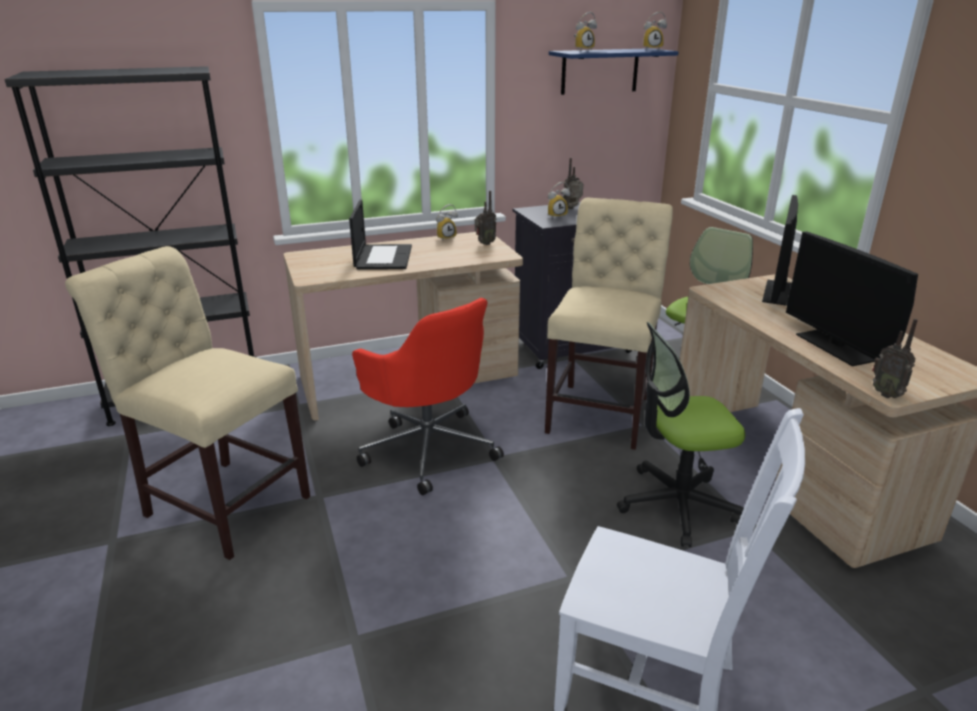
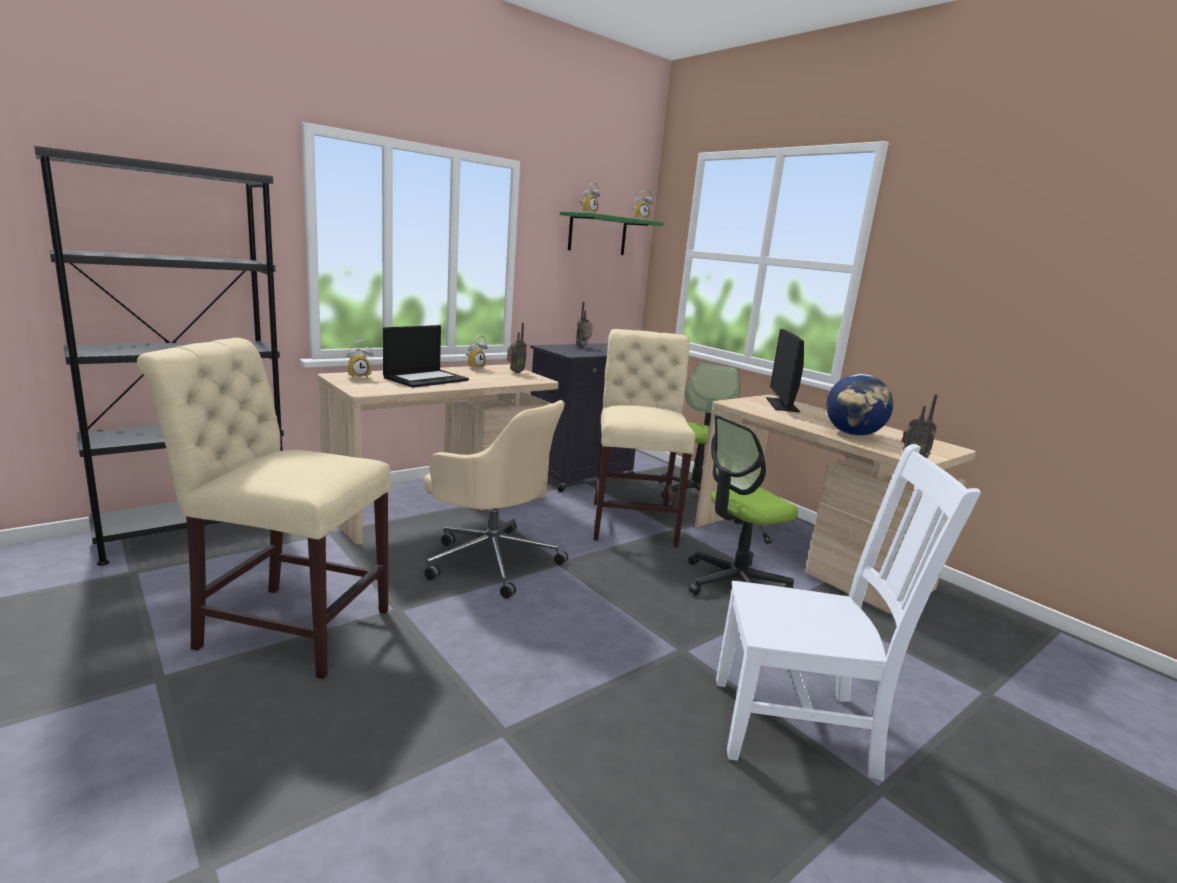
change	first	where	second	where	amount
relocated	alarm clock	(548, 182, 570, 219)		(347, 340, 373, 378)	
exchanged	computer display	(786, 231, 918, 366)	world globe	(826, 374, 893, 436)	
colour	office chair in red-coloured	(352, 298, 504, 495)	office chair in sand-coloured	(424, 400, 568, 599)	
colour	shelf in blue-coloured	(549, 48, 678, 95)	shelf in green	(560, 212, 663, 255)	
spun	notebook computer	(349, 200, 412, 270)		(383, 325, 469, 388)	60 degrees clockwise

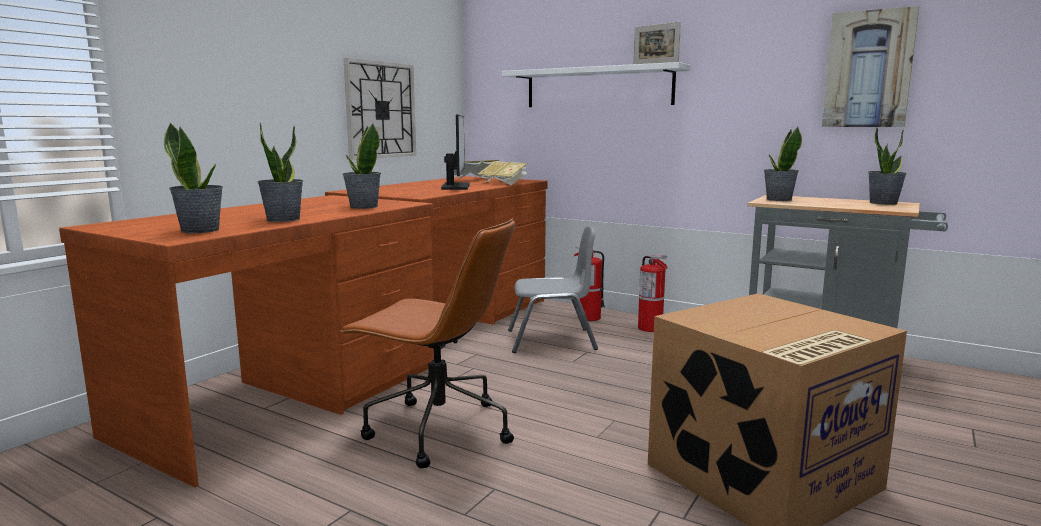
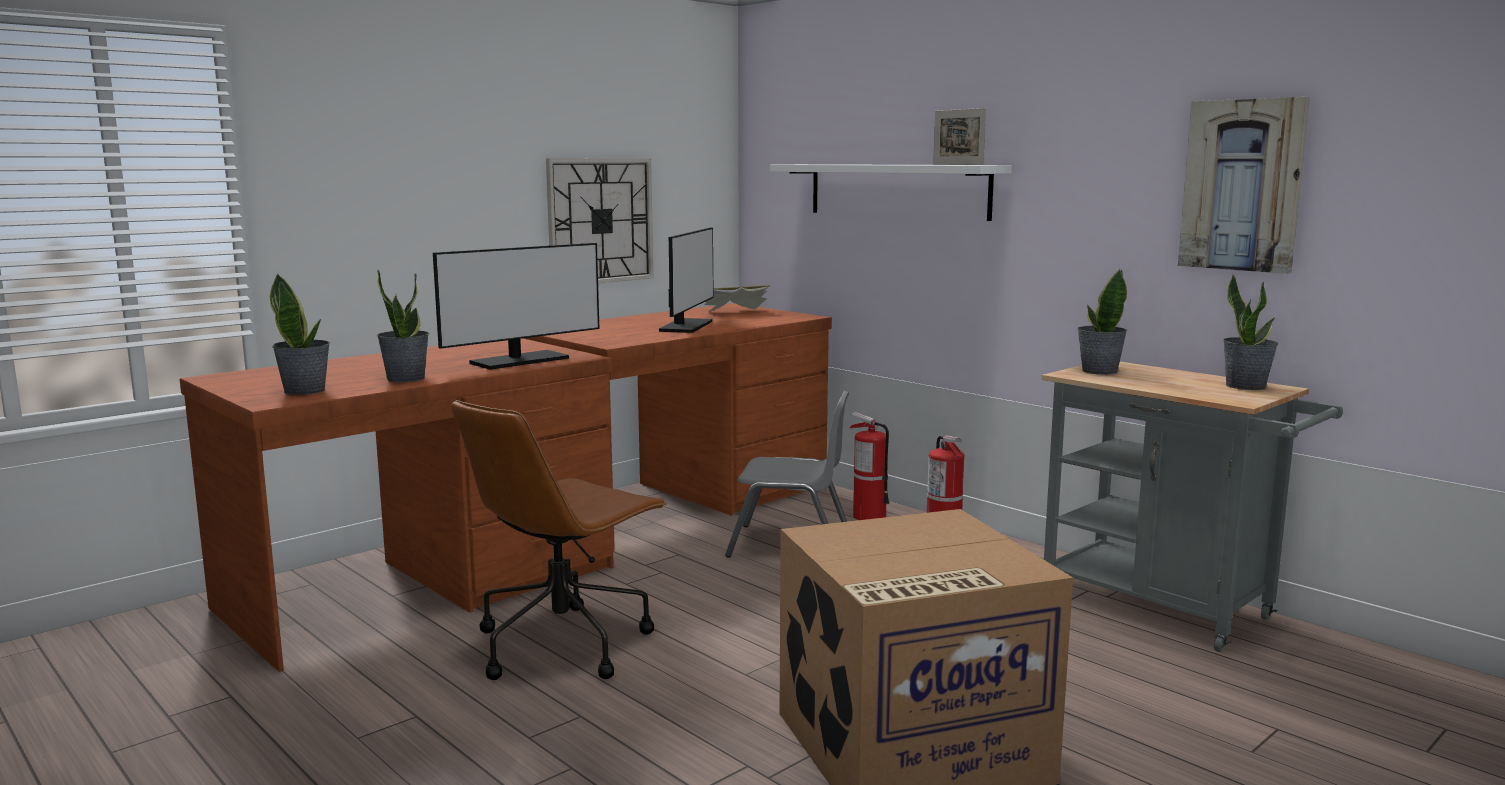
change	first	where	second	where	amount
missing	bound book	(477, 161, 528, 185)			
exchanged	potted plant	(343, 123, 381, 209)	computer display	(433, 243, 600, 370)	
spun	office chair in brownish	(340, 218, 515, 468)		(451, 399, 667, 680)	90 degrees clockwise

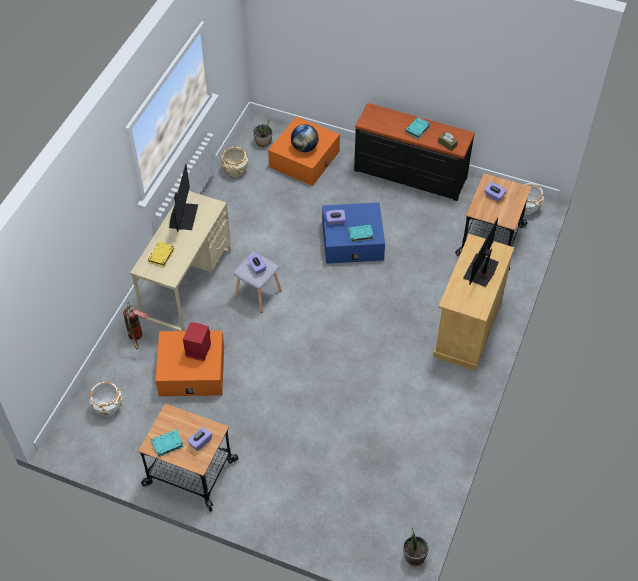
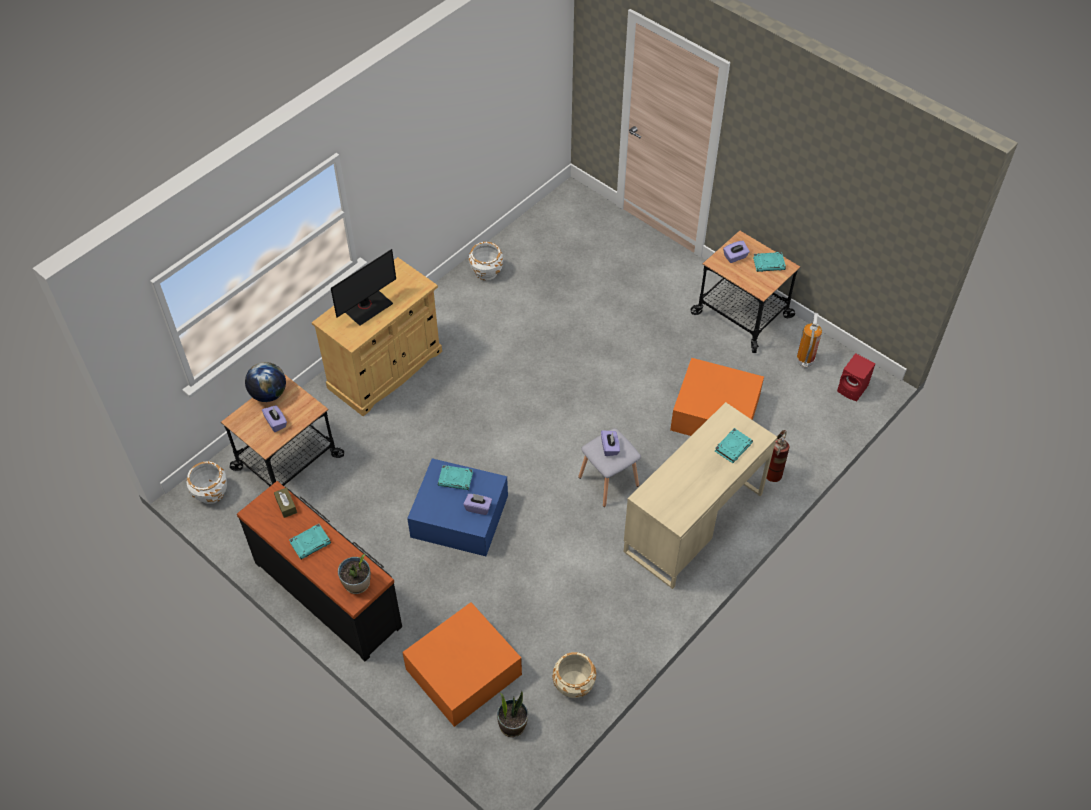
change	first	where	second	where	amount
missing	computer display	(169, 164, 198, 232)			
appeared			fire extinguisher	(796, 313, 822, 369)	
relocated	plant pot in white	(89, 382, 122, 417)		(469, 242, 503, 280)	
relocated	audio speaker in red-coloured	(183, 322, 211, 361)		(837, 353, 876, 401)	
relocated	world globe	(291, 124, 319, 152)		(245, 362, 286, 402)	
relocated	potted plant	(403, 528, 429, 566)		(338, 554, 371, 594)	
colour	bound book in yellowish	(148, 242, 174, 267)	bound book in turquoise-coloured	(715, 428, 753, 463)	

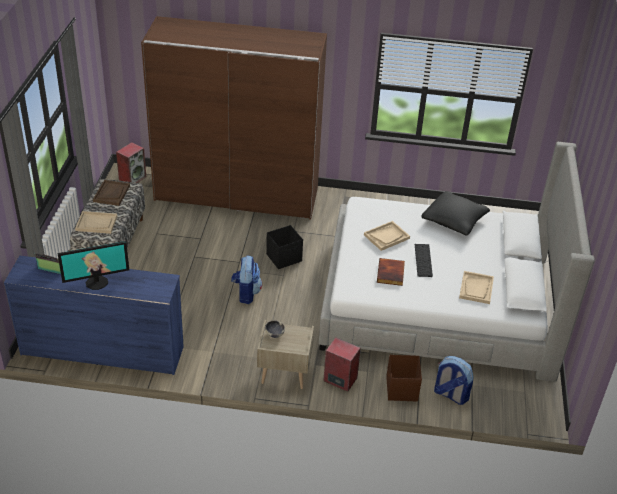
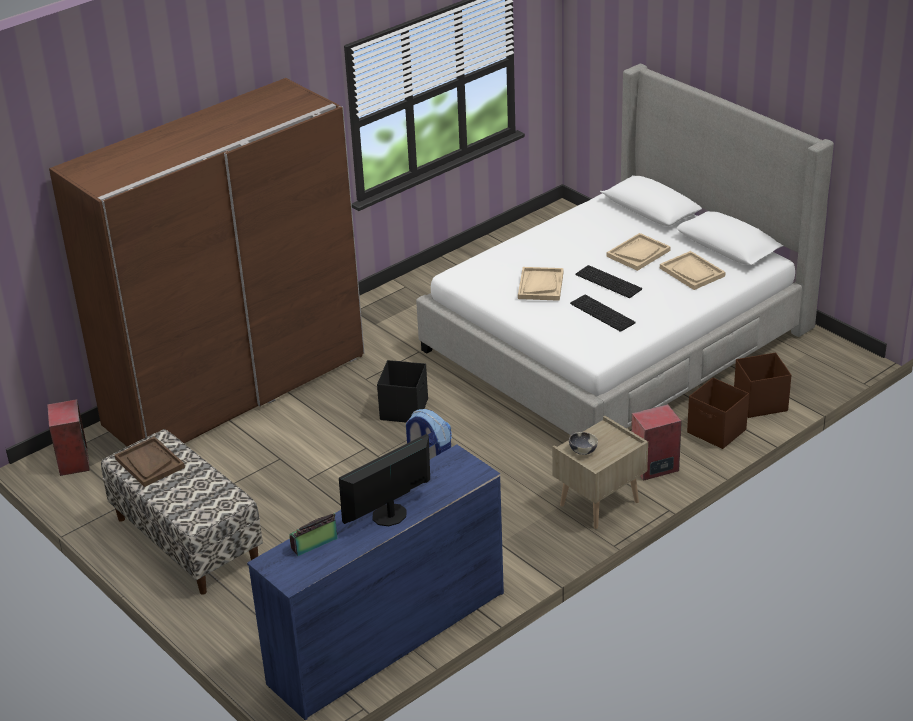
change	first	where	second	where	amount
missing	cushion in blackish	(421, 191, 490, 236)			
relocated	serving tray in sand-coloured	(75, 211, 117, 234)		(607, 233, 671, 271)	
exchanged	bound book	(377, 258, 405, 286)	PC keyboard	(570, 295, 635, 332)	
exchanged	knapsack	(434, 356, 474, 405)	storage box in brownish	(734, 352, 791, 418)	
spun	computer display	(57, 241, 129, 290)		(339, 434, 430, 526)	150 degrees counterclockwise

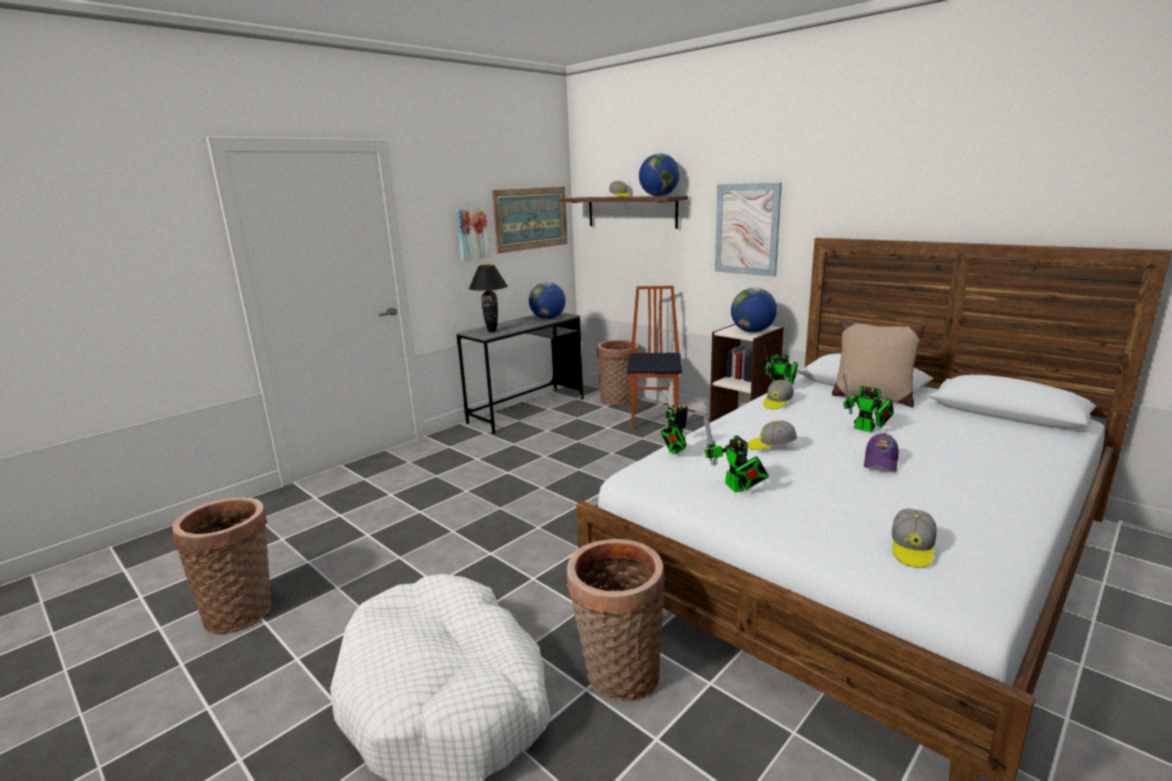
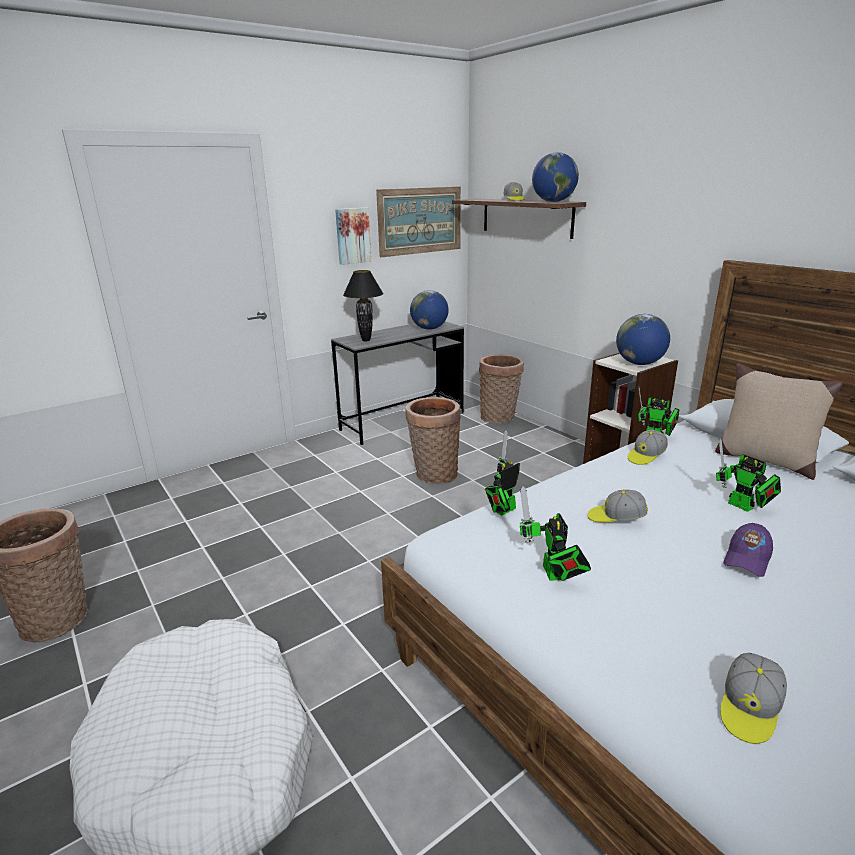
change	first	where	second	where	amount
missing	upright chair	(627, 286, 682, 429)			
missing	picture	(715, 183, 782, 276)			
relocated	household basket	(566, 539, 665, 701)		(405, 397, 461, 484)	

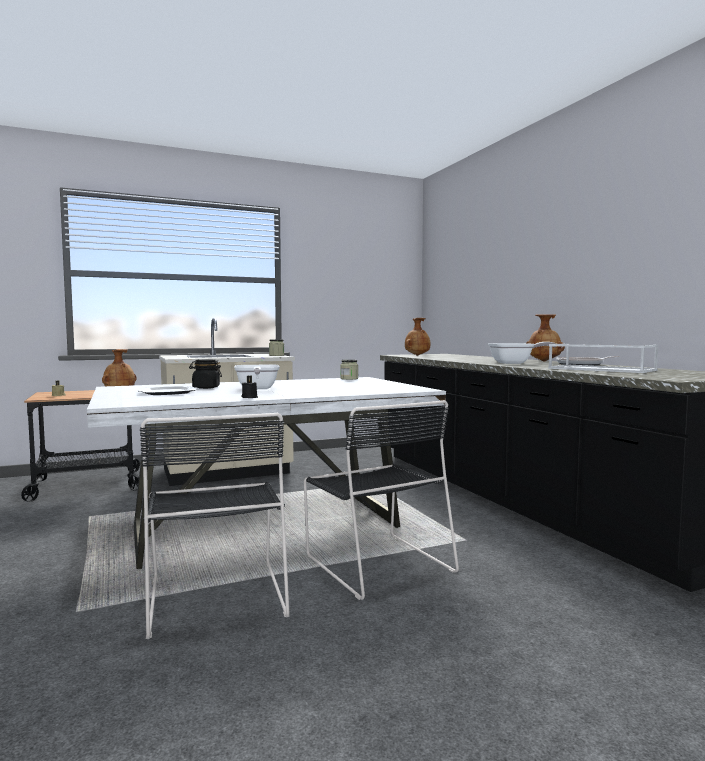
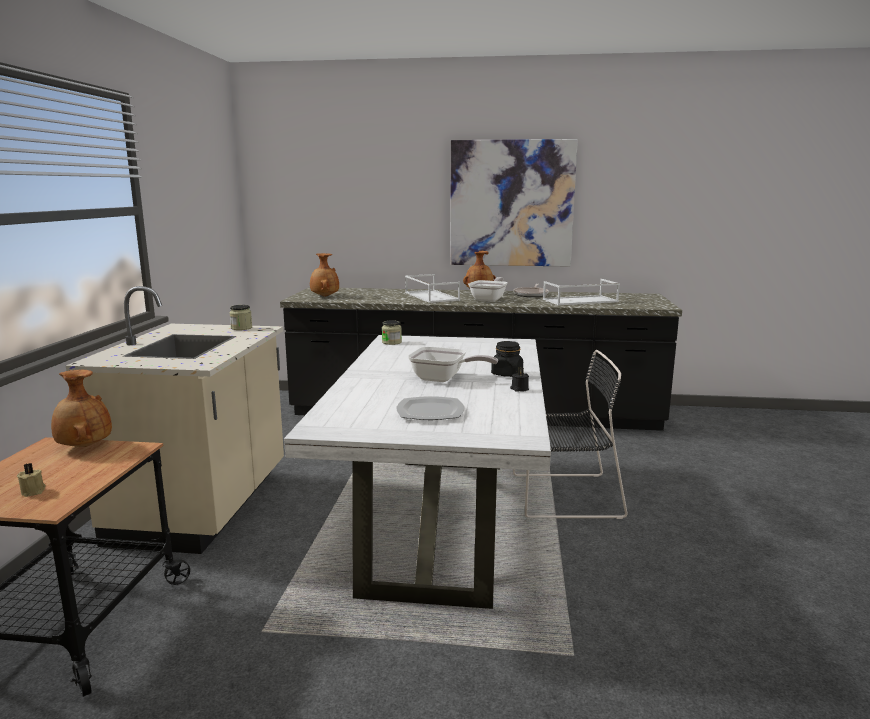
change	first	where	second	where	amount
missing	upright chair in blackish	(140, 413, 289, 639)			
appeared			serving tray in white	(405, 274, 460, 303)	
appeared			picture	(450, 139, 578, 266)	
relocated	jar in blackish	(189, 359, 222, 389)		(491, 341, 523, 377)	

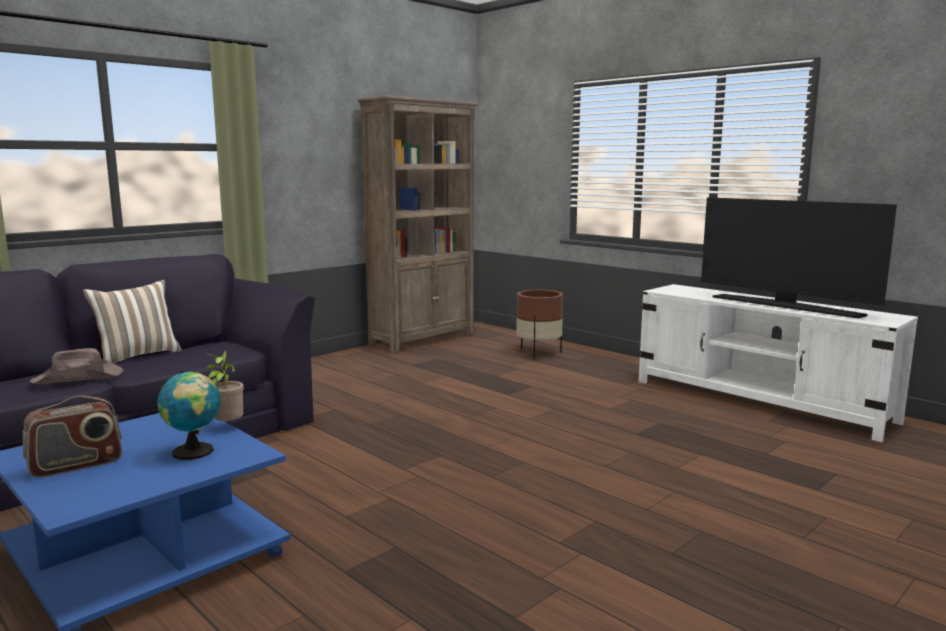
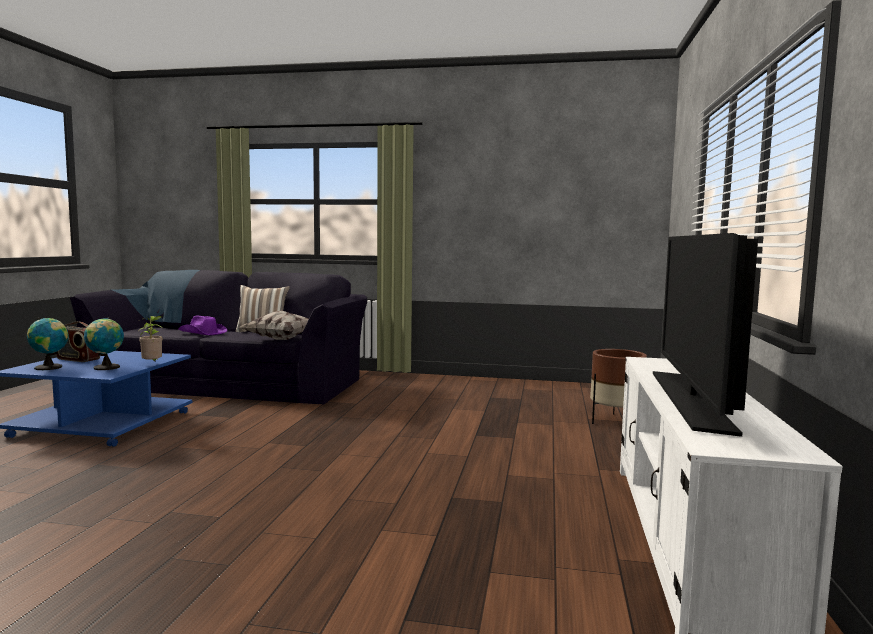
change	first	where	second	where	amount
missing	shelving unit in brownish	(358, 95, 478, 354)			
appeared			world globe	(27, 318, 69, 370)	
appeared			cushion	(239, 311, 309, 340)	
colour	hat in brownish	(30, 348, 123, 384)	hat in purple	(178, 316, 227, 335)	

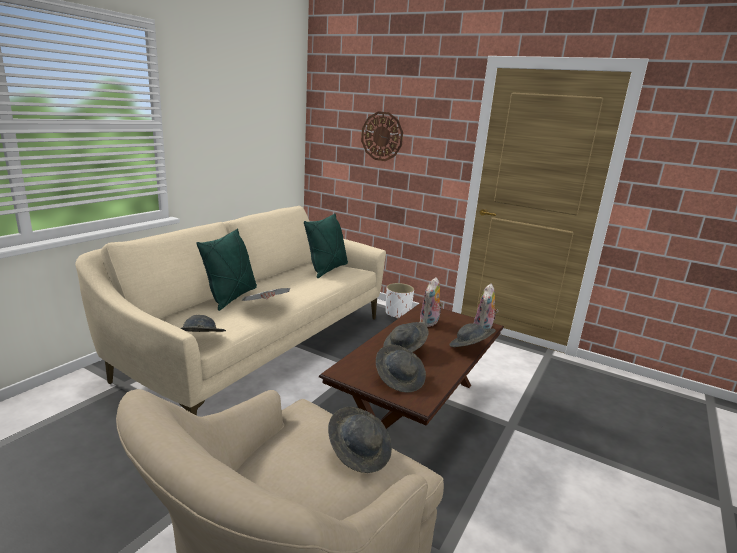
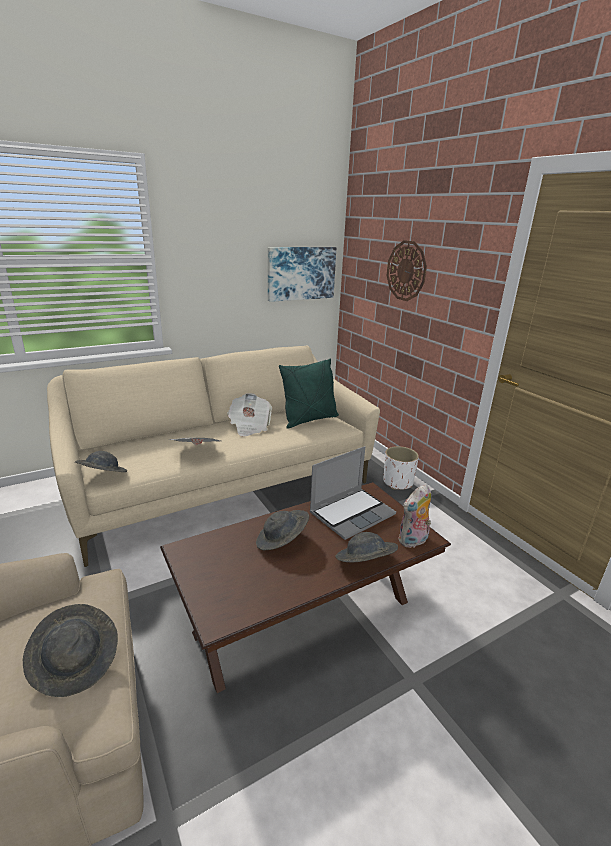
change	first	where	second	where	amount
missing	cushion in green	(196, 229, 257, 311)			
missing	hat in grey	(376, 345, 426, 392)			
appeared			daily paper	(227, 393, 272, 436)	
appeared			picture	(268, 247, 336, 302)	
exchanged	soft toy	(420, 277, 443, 327)	notebook computer	(309, 446, 396, 540)	

